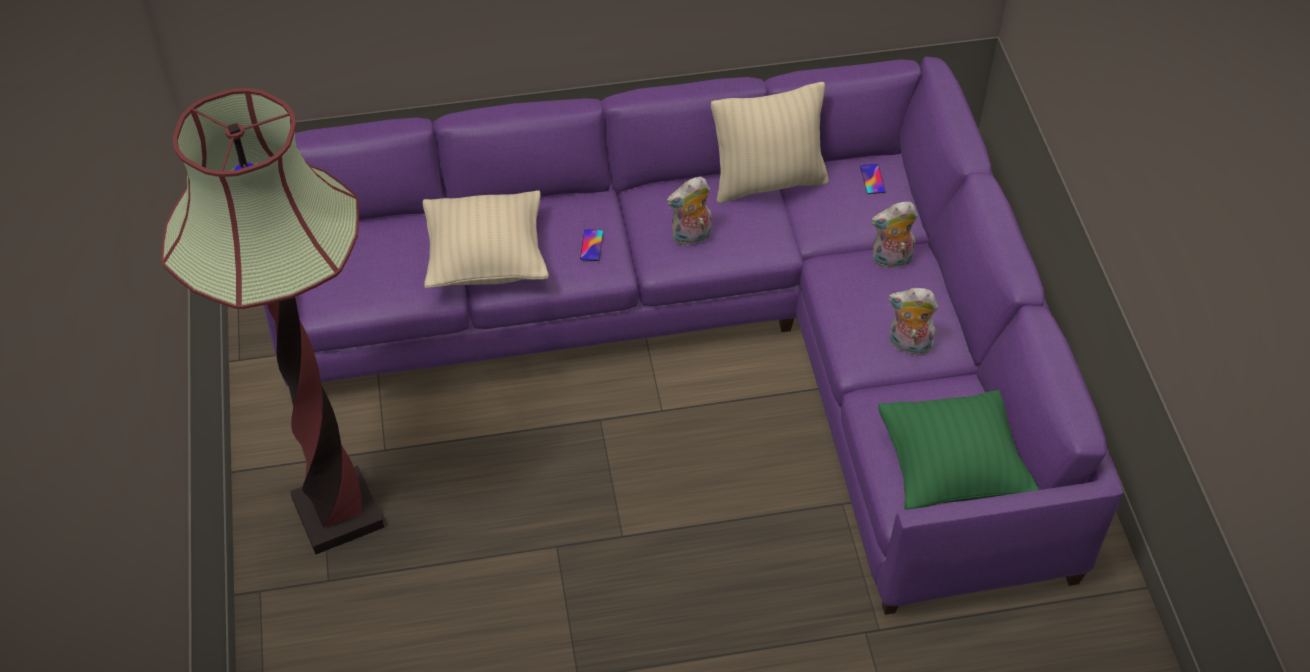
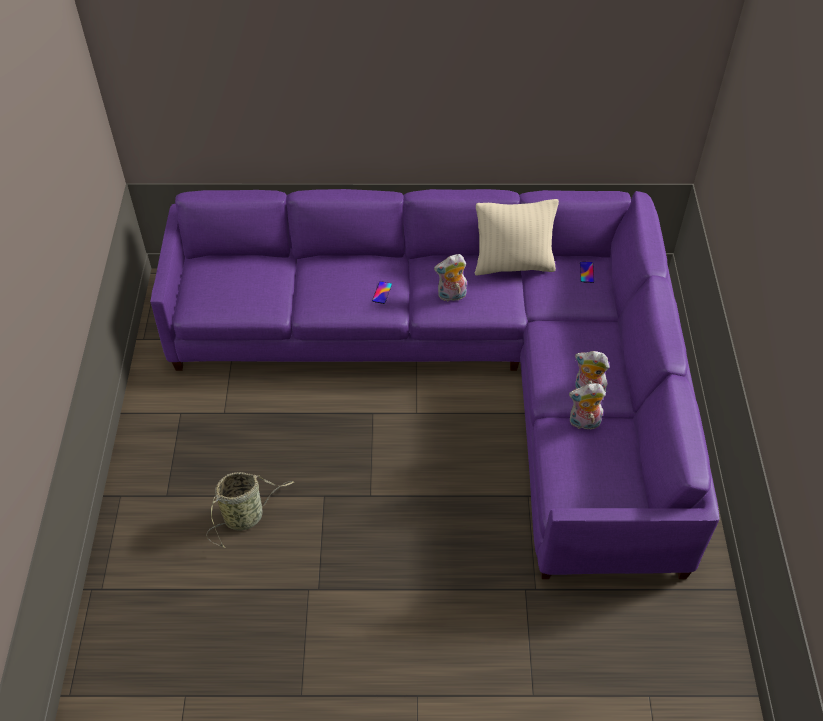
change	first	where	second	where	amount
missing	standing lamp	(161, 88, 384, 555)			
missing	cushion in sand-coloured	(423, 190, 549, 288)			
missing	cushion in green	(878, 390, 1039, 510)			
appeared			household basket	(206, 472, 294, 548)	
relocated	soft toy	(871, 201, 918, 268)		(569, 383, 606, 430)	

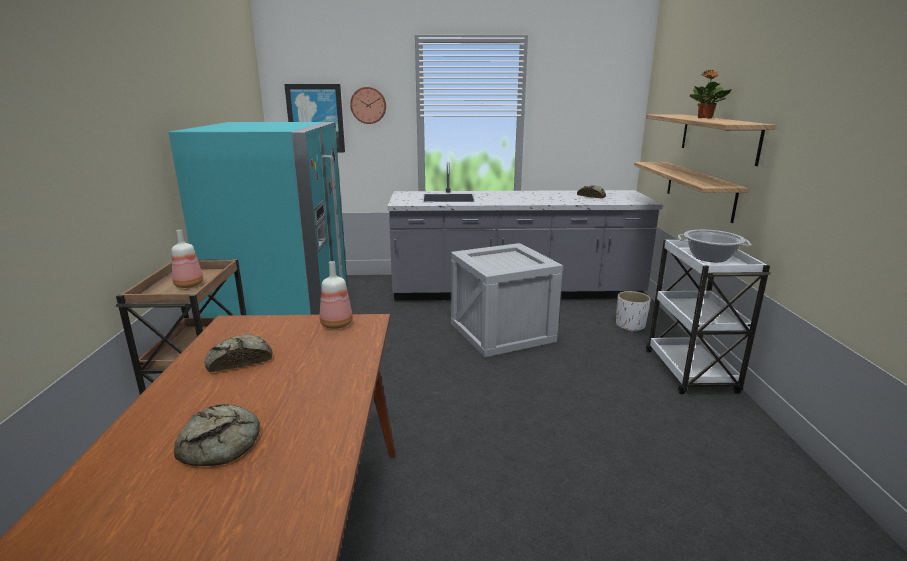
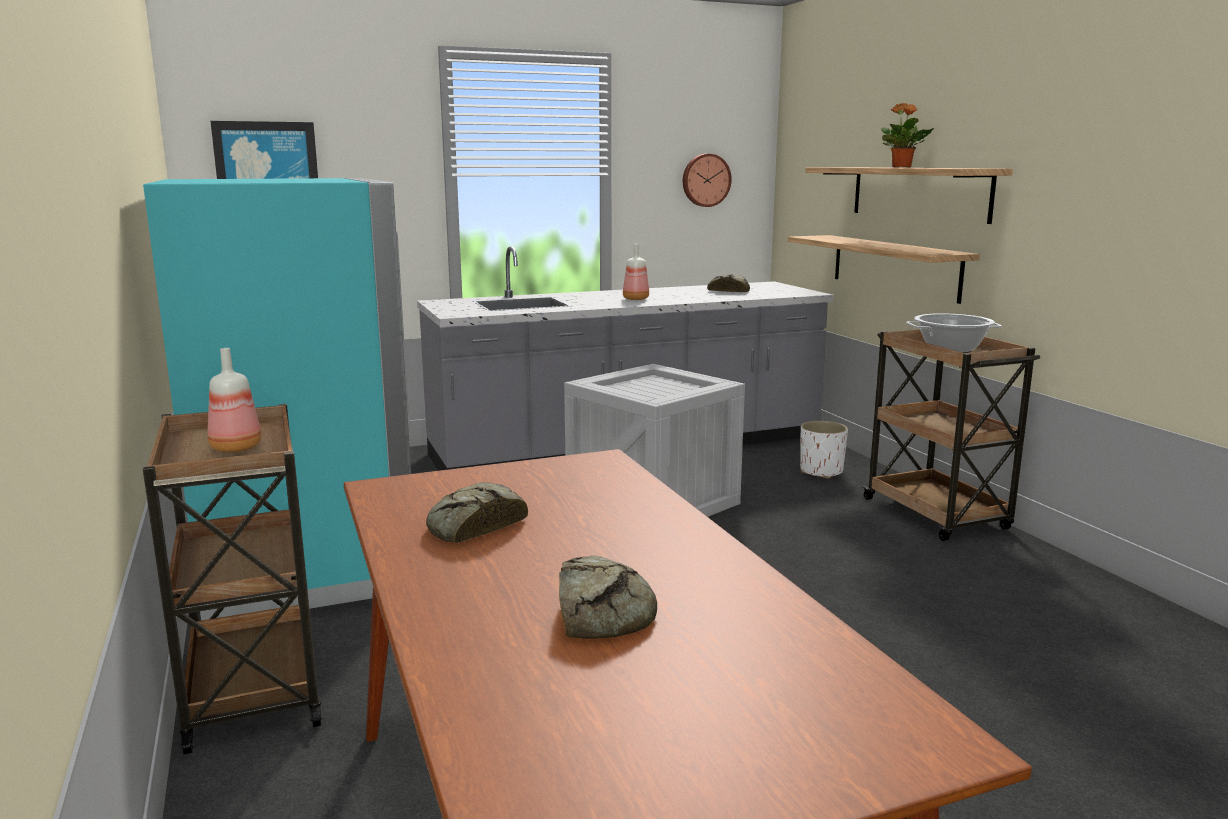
change	first	where	second	where	amount
relocated	bottle	(320, 261, 353, 329)		(623, 244, 649, 300)	
relocated	wall clock	(350, 87, 386, 124)		(683, 154, 732, 207)	
colour	wheeled cart in white	(646, 239, 771, 394)	wheeled cart in brownish	(862, 330, 1040, 541)	

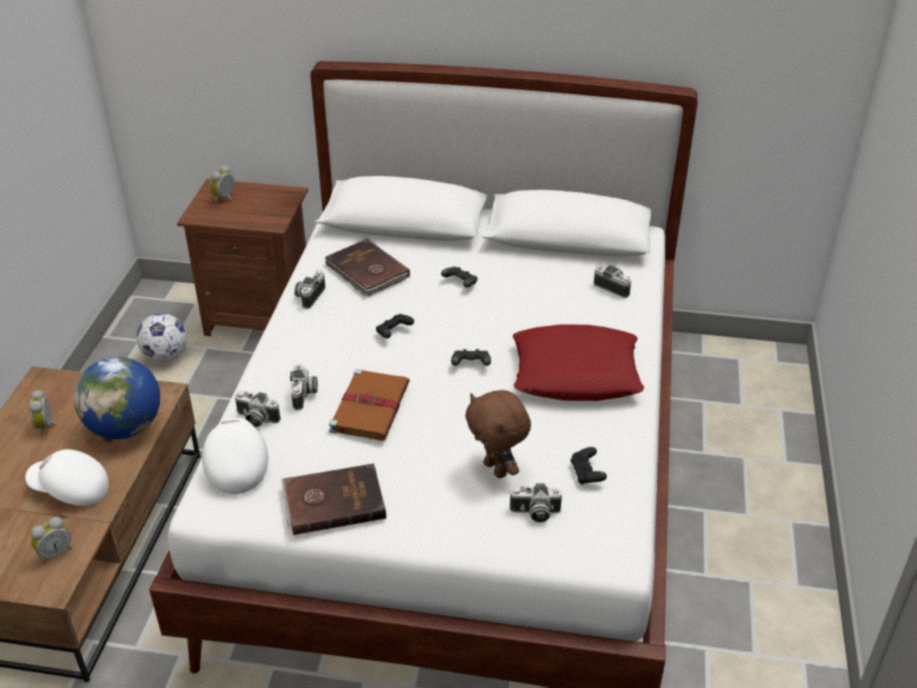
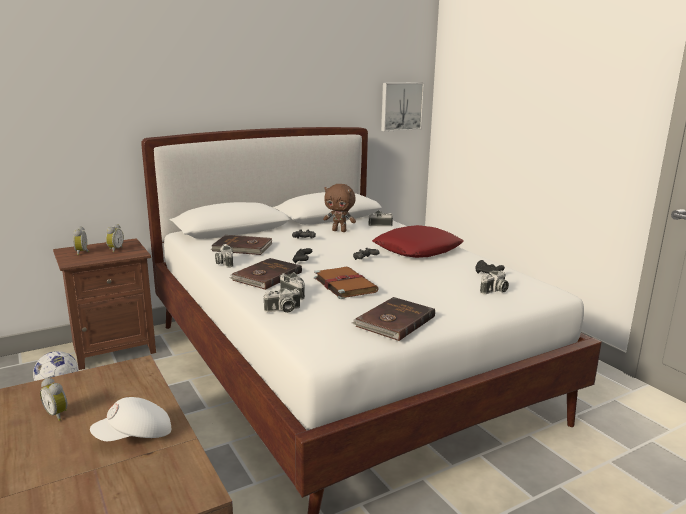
change	first	where	second	where	amount
missing	world globe	(74, 357, 160, 439)			
missing	peaked cap in white	(202, 418, 268, 494)			
appeared			bound book in brownish	(229, 258, 302, 290)	
appeared			picture	(381, 83, 424, 132)	
relocated	alarm clock	(31, 517, 72, 564)		(106, 224, 124, 253)	
relocated	soft toy in brownish	(465, 390, 531, 478)		(323, 184, 356, 232)	

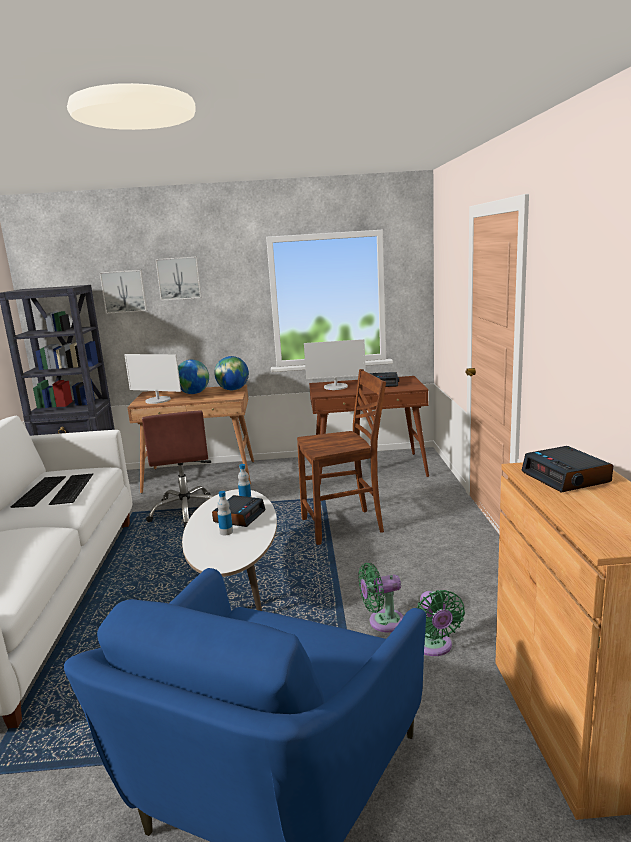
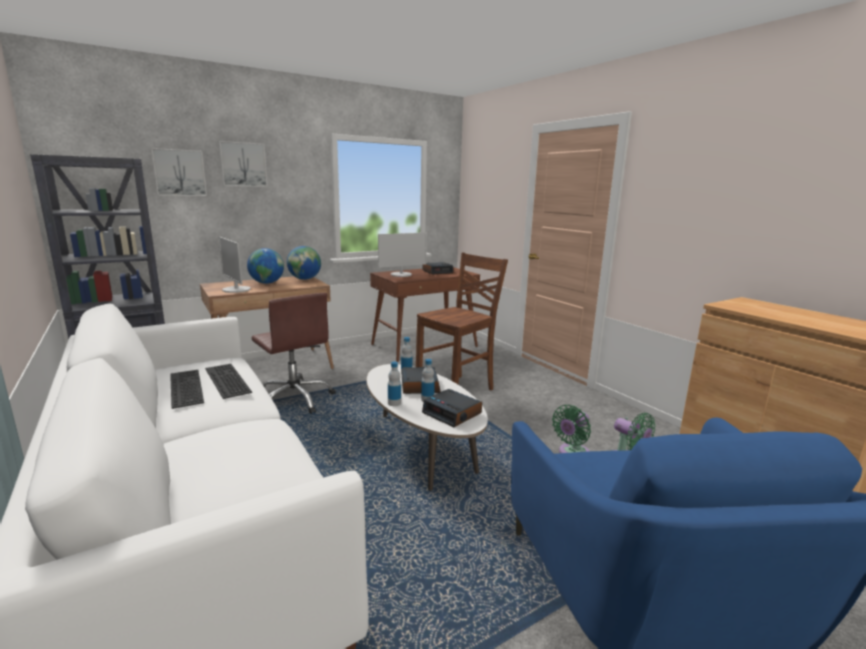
change	first	where	second	where	amount
appeared			bottle	(388, 361, 401, 406)	
relocated	alarm clock	(521, 446, 613, 493)		(422, 389, 482, 427)	
spun	computer display	(124, 354, 181, 404)		(219, 237, 251, 293)	60 degrees clockwise

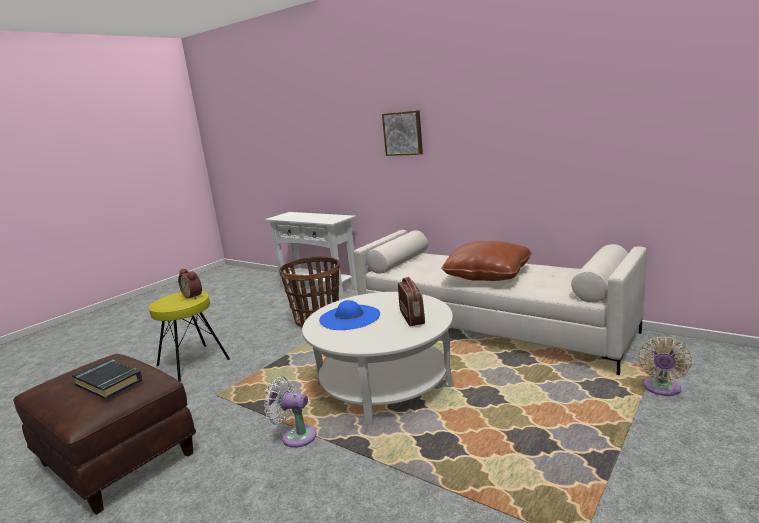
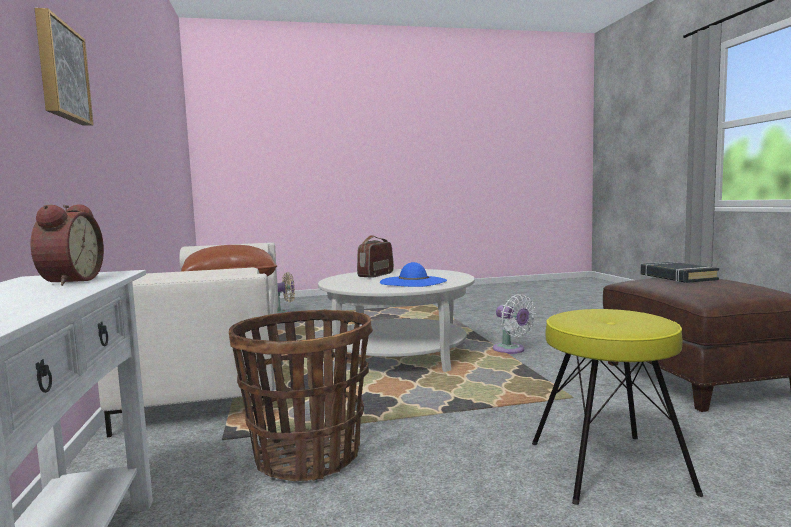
change	first	where	second	where	amount
relocated	alarm clock	(178, 269, 202, 299)		(31, 204, 104, 286)	

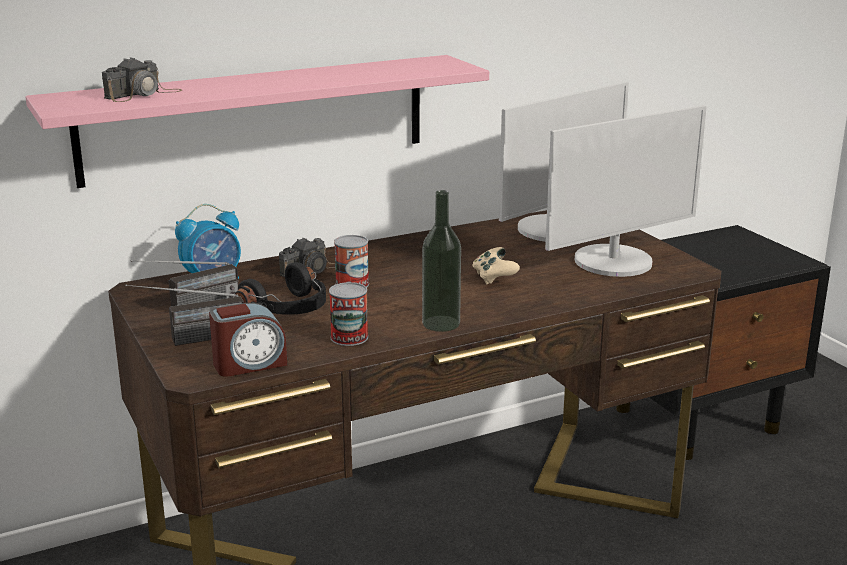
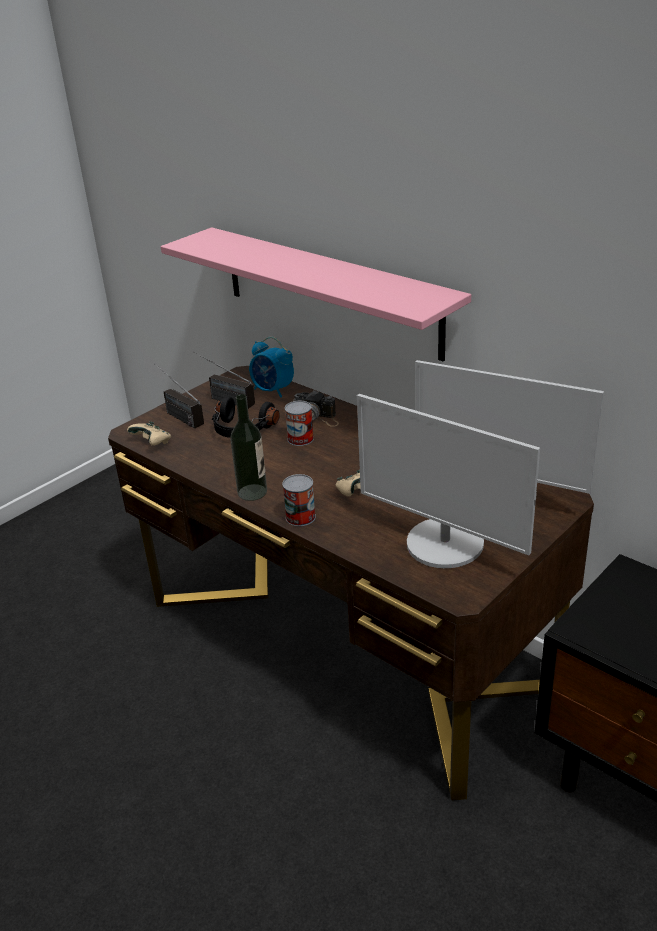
change	first	where	second	where	amount
missing	still camera	(102, 57, 182, 102)			
relocated	sealed can	(329, 282, 368, 346)		(282, 474, 316, 526)	
exchanged	alarm clock	(209, 303, 287, 377)	gamepad in sand-coloured	(127, 421, 171, 446)	

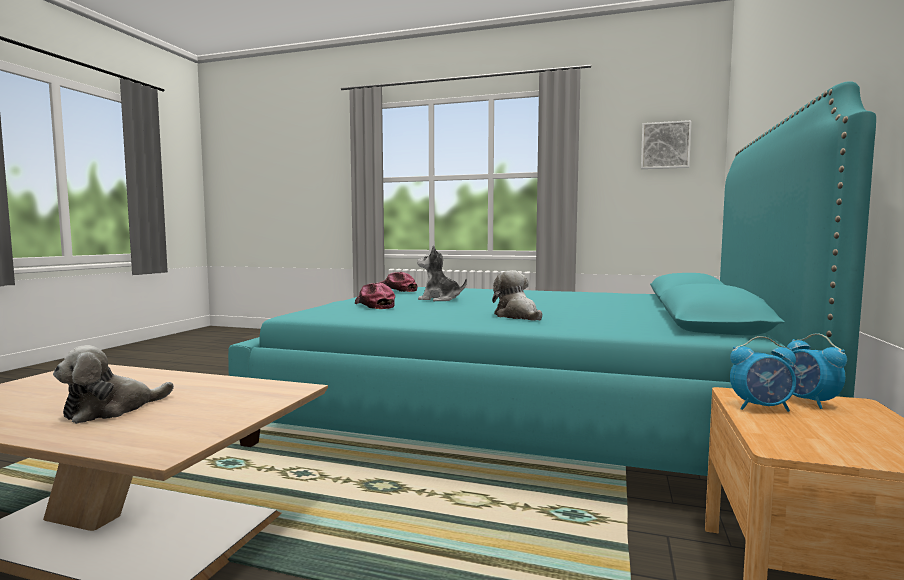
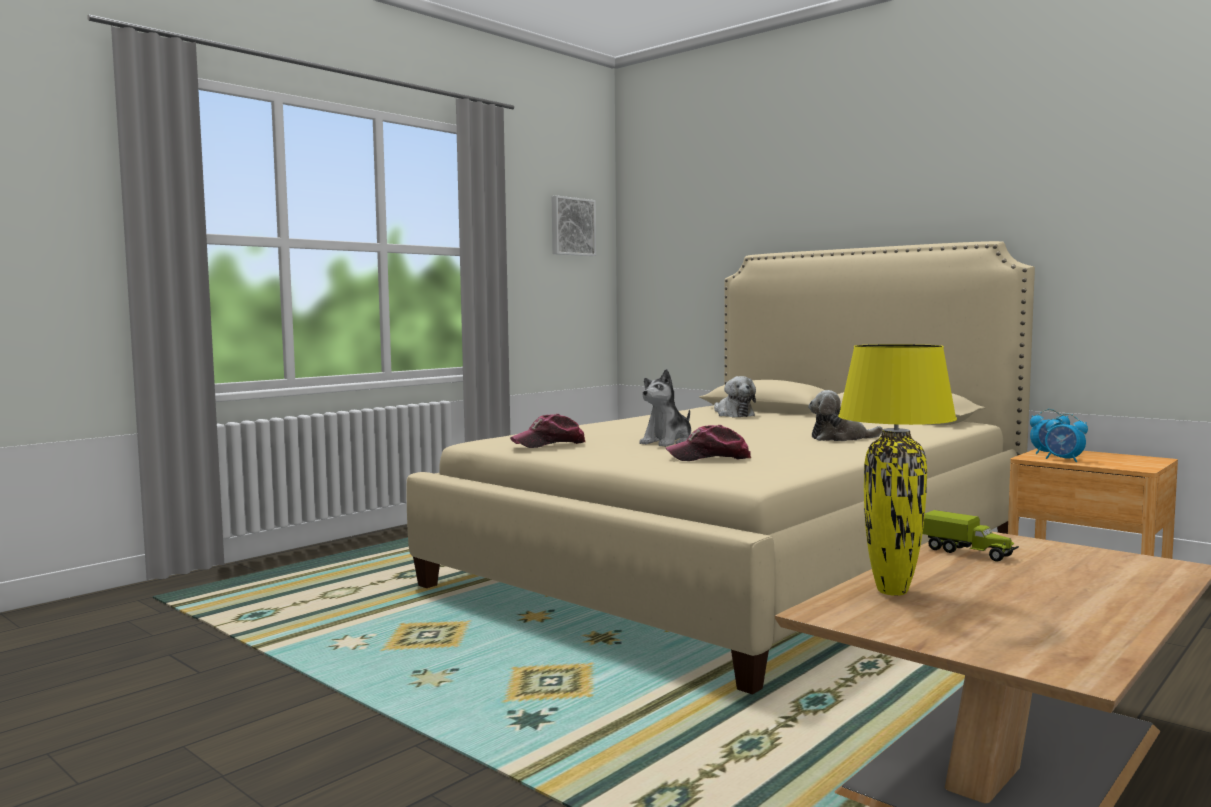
change	first	where	second	where	amount
appeared			table lamp in yellowish	(838, 344, 957, 596)	
appeared			model truck	(922, 510, 1019, 561)	
relocated	soft toy	(53, 345, 174, 424)		(714, 376, 756, 417)	
colour	sleeping bed in turquoise-coloured	(228, 81, 876, 476)	sleeping bed in sand-coloured	(406, 241, 1035, 695)	
spun	alarm clock	(730, 336, 796, 412)		(1045, 413, 1088, 462)	105 degrees clockwise

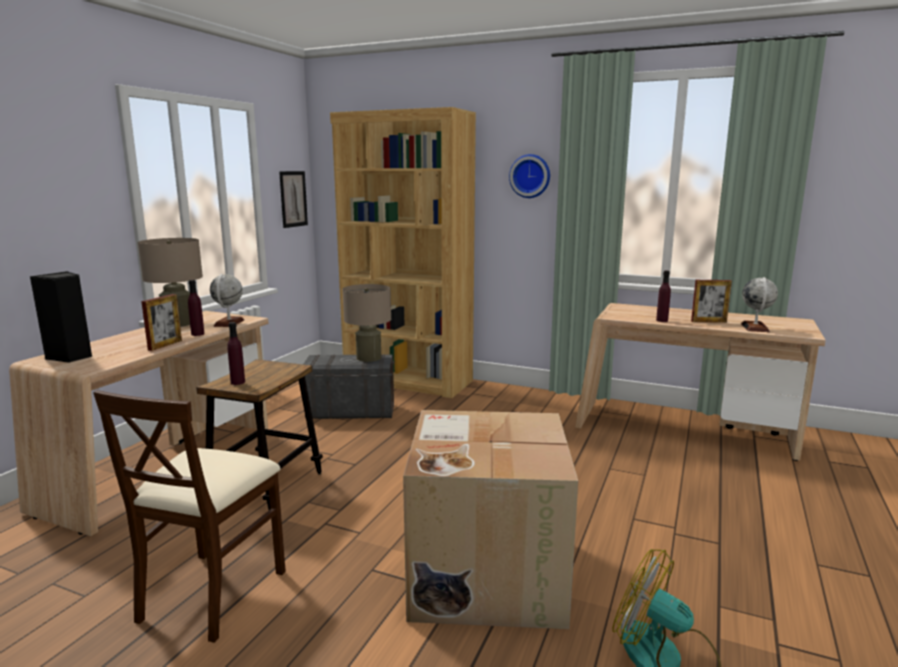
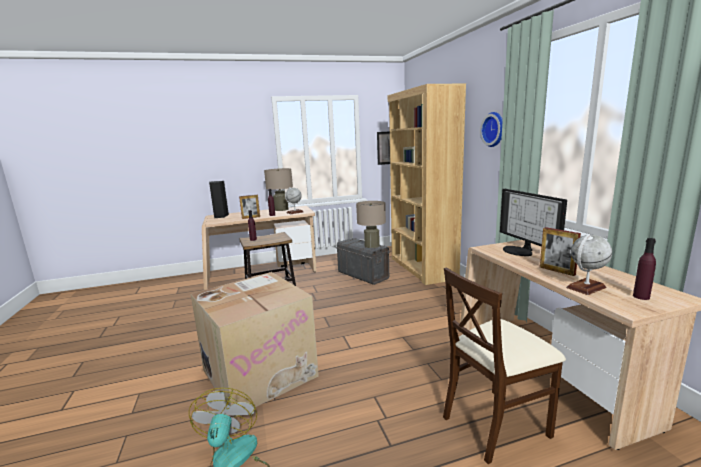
change	first	where	second	where	amount
appeared			computer display	(500, 189, 567, 256)	
relocated	upright chair in sand-coloured	(93, 390, 286, 643)		(443, 267, 566, 464)	
relocated	bottle in purple	(656, 271, 671, 322)		(633, 238, 656, 300)	

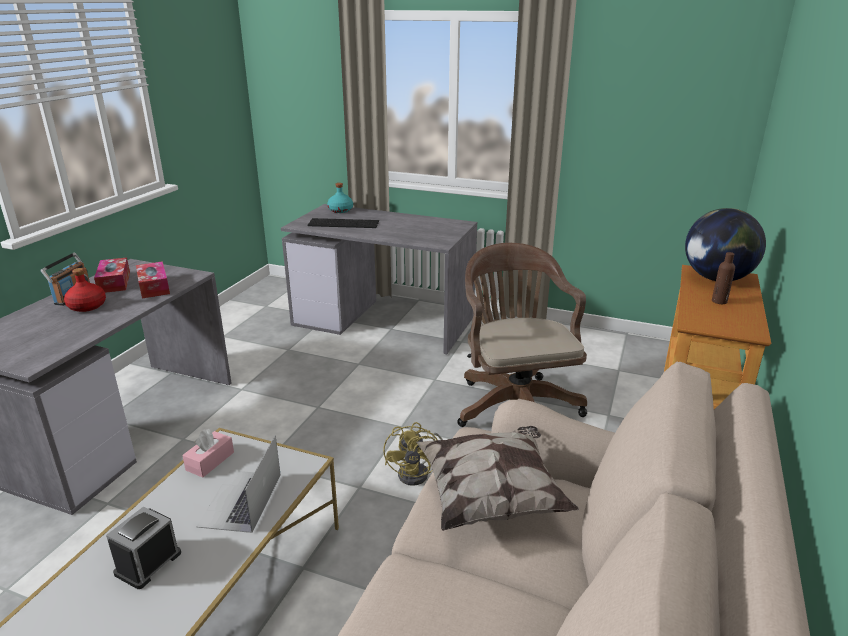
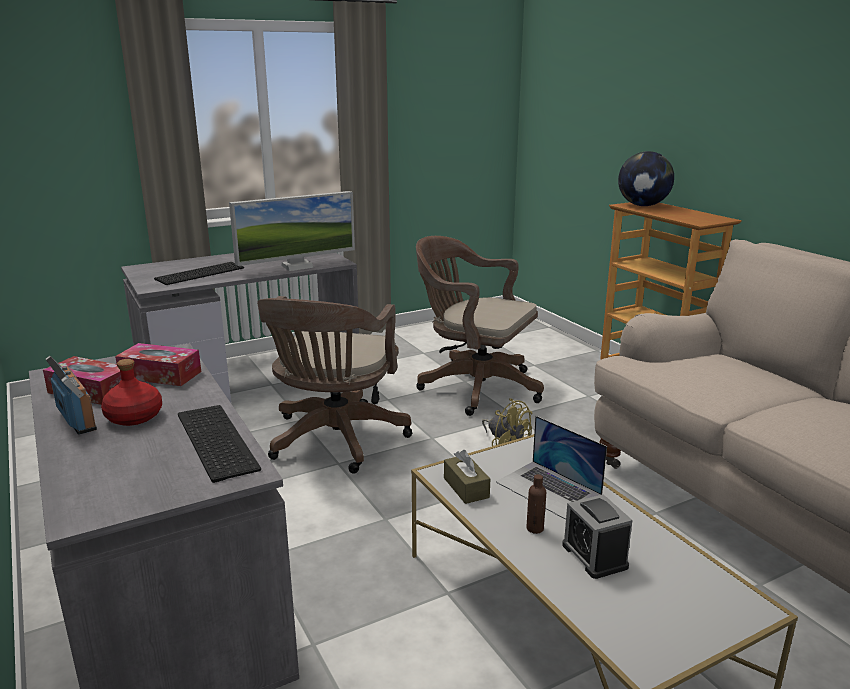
change	first	where	second	where	amount
missing	bottle in turquoise-coloured	(327, 183, 353, 213)			
missing	cushion	(417, 426, 579, 531)			
appeared			PC keyboard	(178, 405, 261, 483)	
appeared			computer display	(229, 191, 355, 271)	
appeared			office chair in brownish	(257, 296, 412, 474)	
relocated	bottle in brownish	(712, 252, 735, 304)		(526, 474, 546, 534)	
colour	tissue holder in pinkish	(182, 429, 234, 477)	tissue holder in brownish	(444, 450, 490, 504)	

